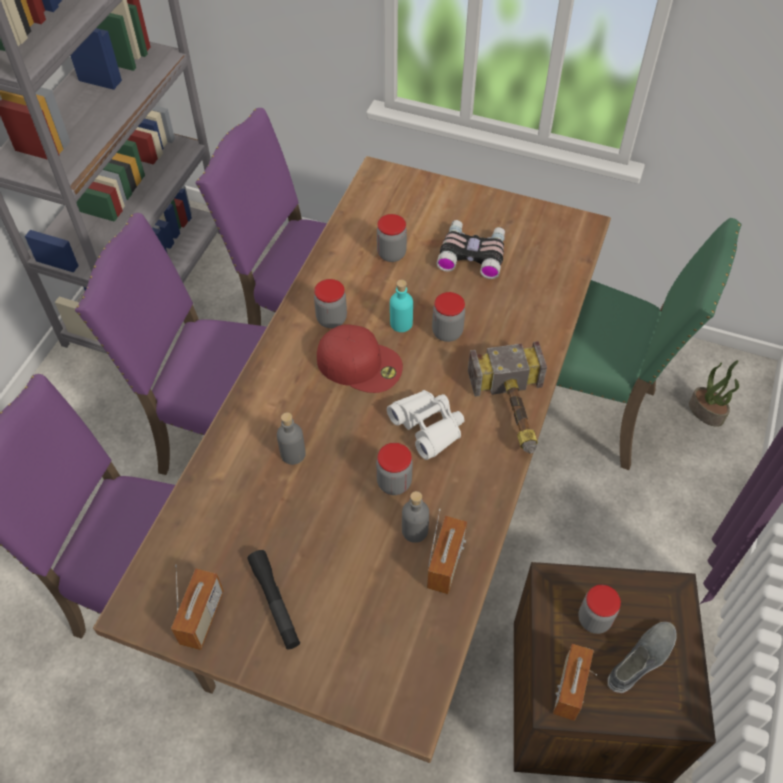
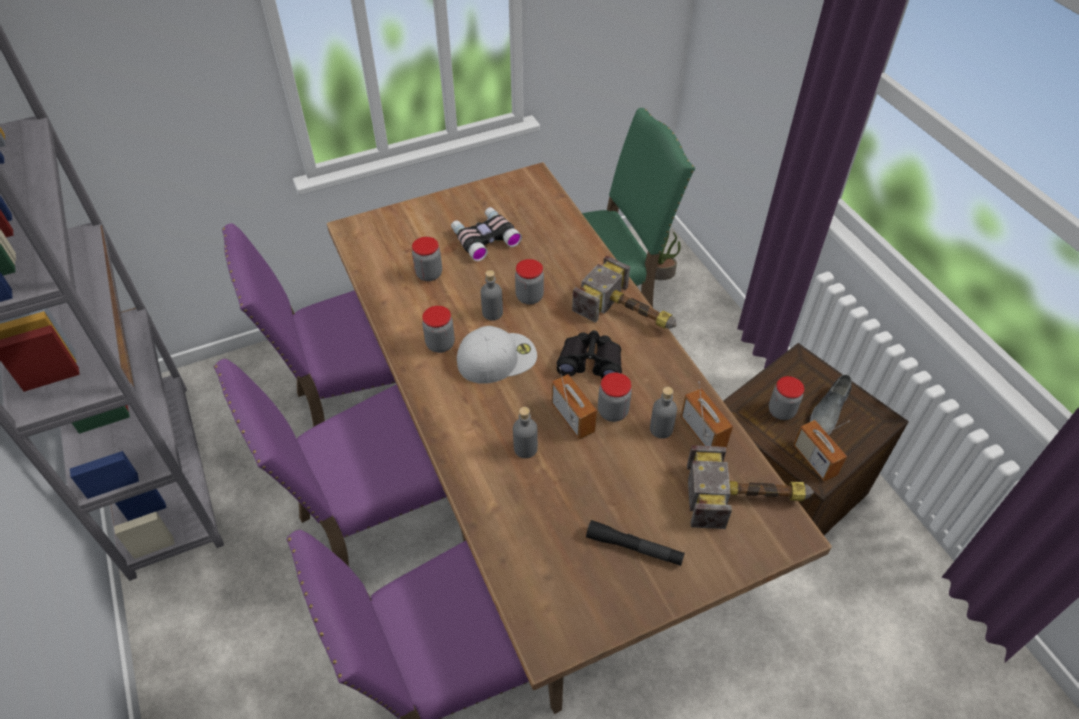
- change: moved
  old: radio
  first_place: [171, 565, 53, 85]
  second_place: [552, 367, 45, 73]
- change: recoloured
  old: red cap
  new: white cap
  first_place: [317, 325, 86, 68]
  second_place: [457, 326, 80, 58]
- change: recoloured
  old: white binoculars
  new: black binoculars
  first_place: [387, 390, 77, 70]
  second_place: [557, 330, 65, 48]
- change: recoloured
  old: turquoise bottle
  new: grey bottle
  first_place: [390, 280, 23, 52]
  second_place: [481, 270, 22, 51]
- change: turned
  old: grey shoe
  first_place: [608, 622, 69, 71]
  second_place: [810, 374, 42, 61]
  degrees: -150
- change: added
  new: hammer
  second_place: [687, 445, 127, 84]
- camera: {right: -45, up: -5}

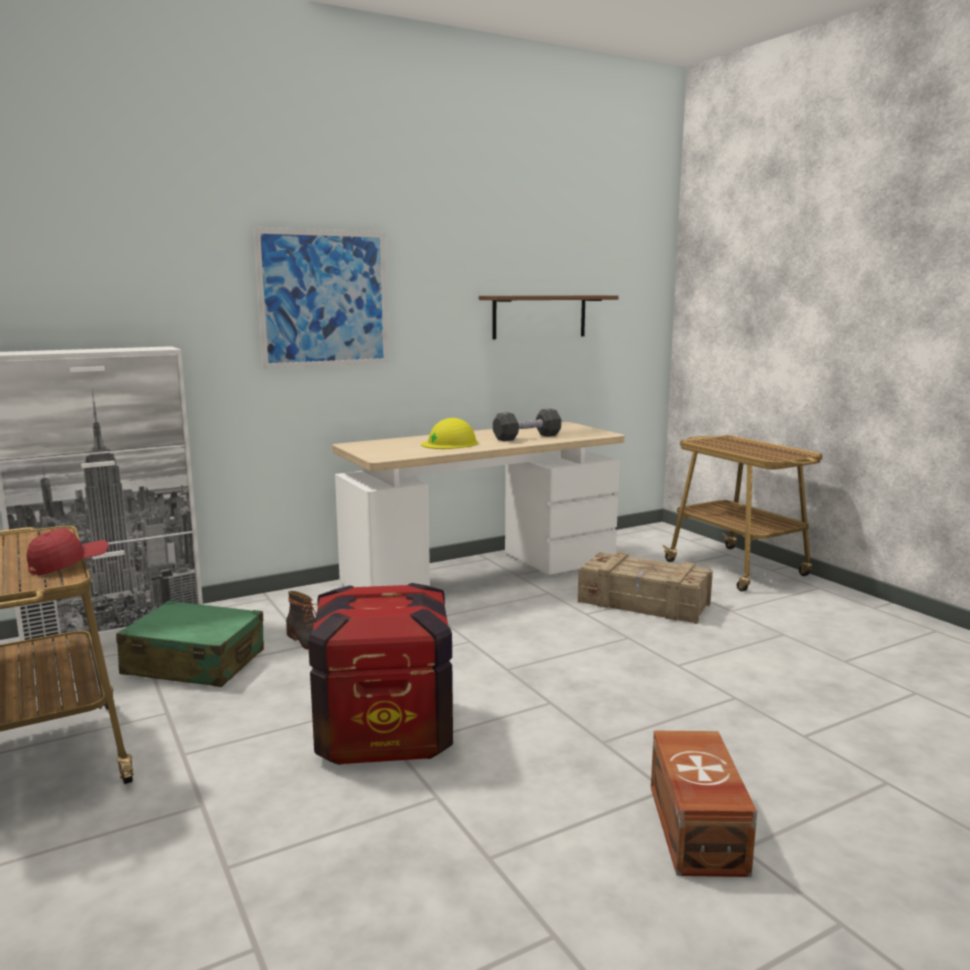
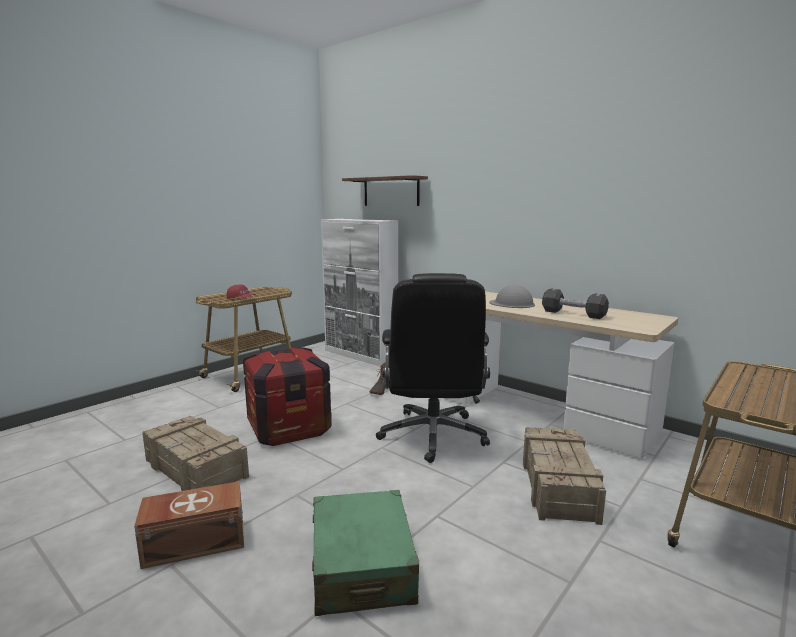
- change: moved
  old: green suitcase
  first_place: [116, 600, 148, 87]
  second_place: [312, 490, 107, 126]
- change: removed
  old: picture
  first_place: [254, 228, 134, 141]
- change: recoloured
  old: yellow hard hat
  new: grey hard hat
  first_place: [421, 418, 57, 31]
  second_place: [489, 285, 46, 23]
- change: moved
  old: brown shelf
  first_place: [479, 295, 139, 44]
  second_place: [342, 175, 86, 31]
- change: added
  new: crate
  second_place: [142, 416, 107, 75]
- change: added
  new: black office chair
  second_place: [376, 273, 114, 190]
- camera: {right: 70, up: 0}

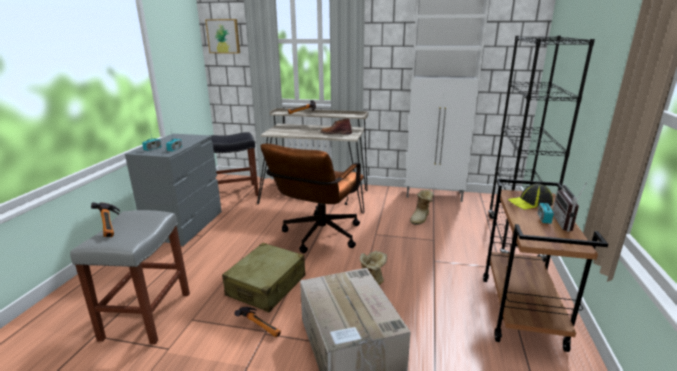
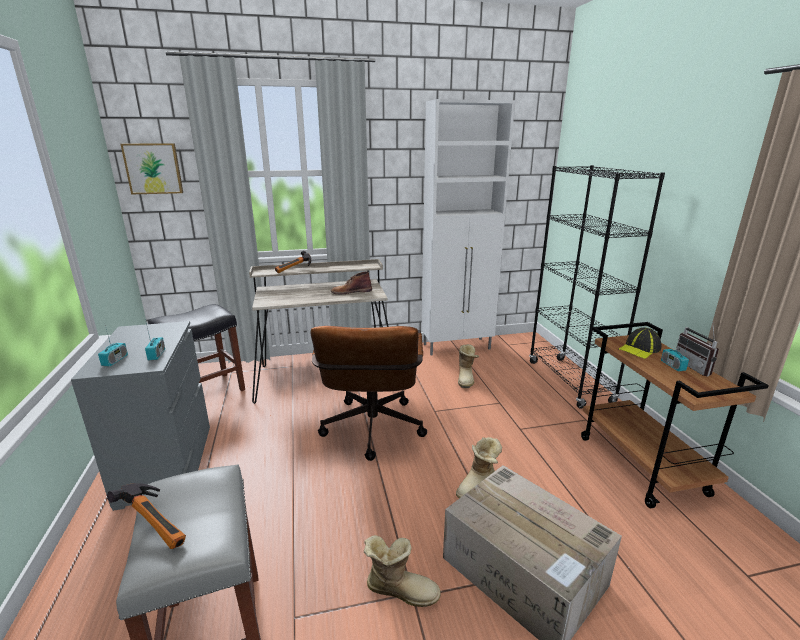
- change: removed
  old: beige suitcase
  first_place: [222, 243, 83, 69]
- change: replaced
  old: hammer
  new: boot
  first_place: [234, 307, 47, 30]
  second_place: [364, 535, 77, 72]
- camera: {right: -25, up: 0}

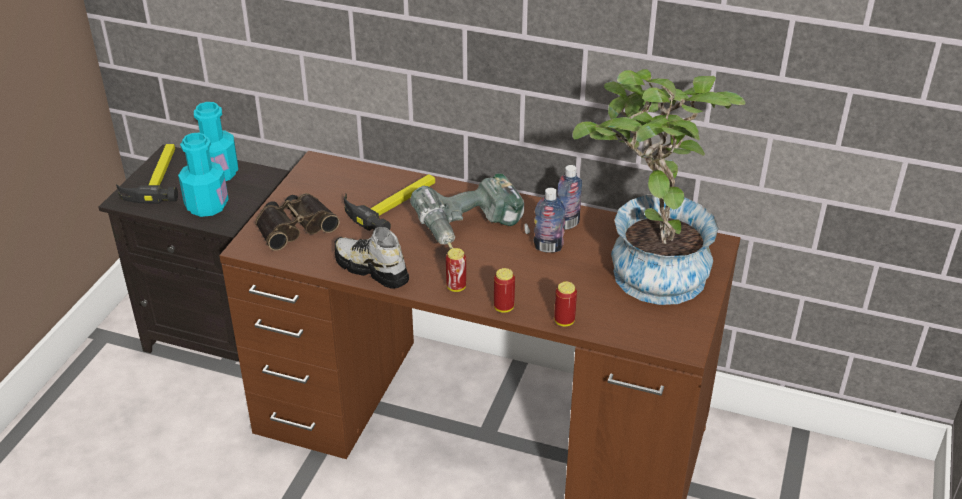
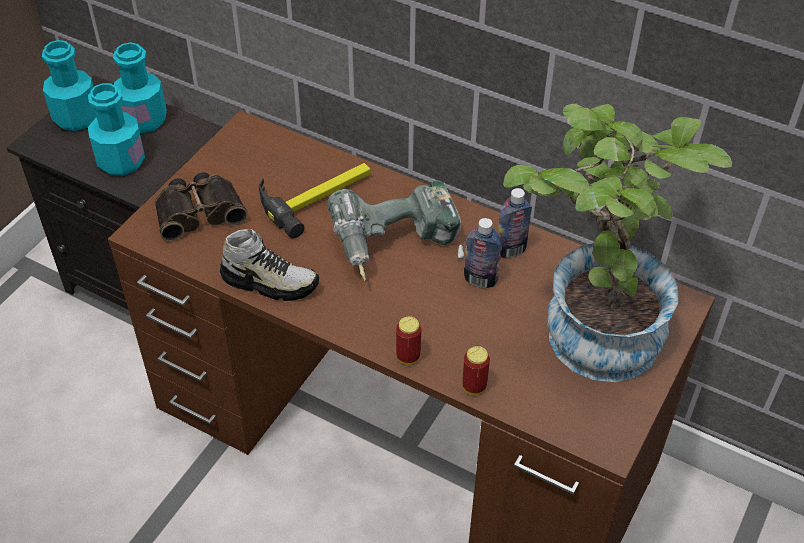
- change: replaced
  old: hammer
  new: turquoise bottle
  first_place: [116, 144, 62, 60]
  second_place: [42, 40, 54, 91]
- change: turned
  old: shoe
  first_place: [334, 227, 75, 62]
  second_place: [220, 229, 99, 72]
  degrees: 150
- change: removed
  old: can
  first_place: [446, 248, 20, 44]
- camera: {right: 10, up: 10}

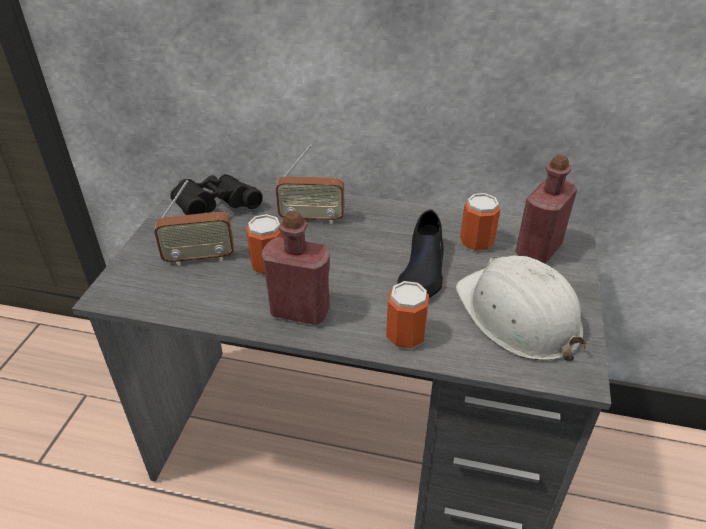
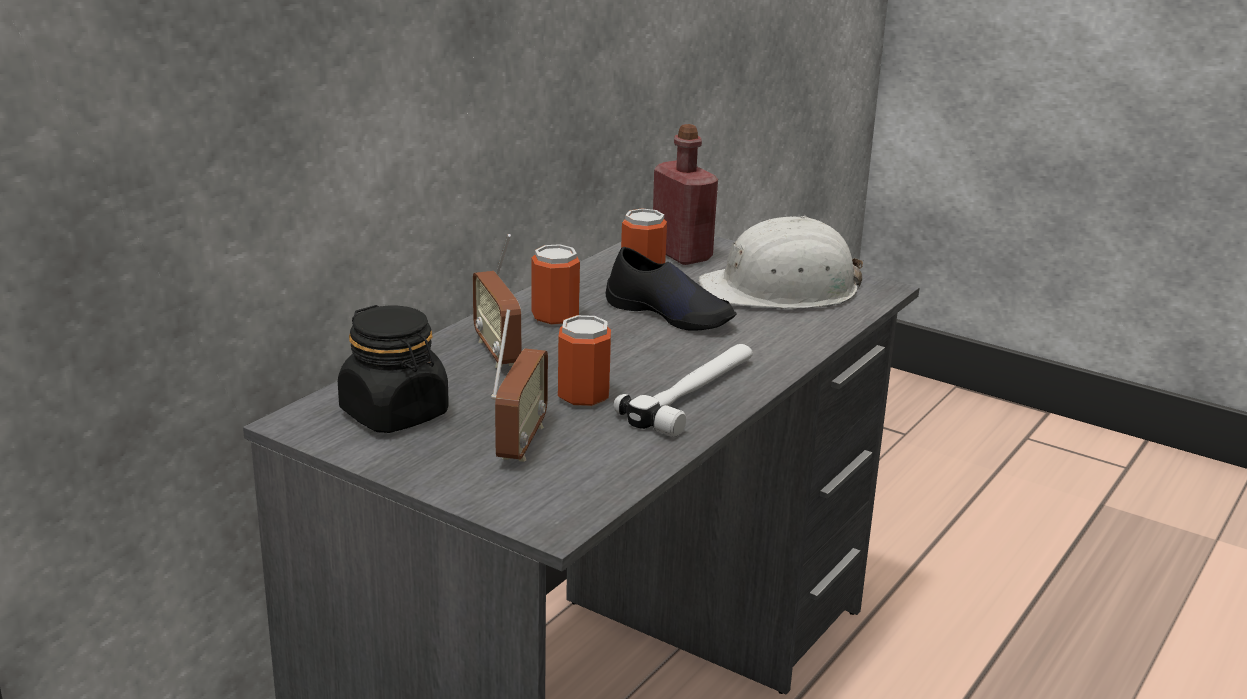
- change: replaced
  old: black binoculars
  new: black jar
  first_place: [170, 174, 93, 41]
  second_place: [338, 305, 111, 128]
- change: replaced
  old: red bottle
  new: hammer
  first_place: [262, 211, 68, 114]
  second_place: [614, 344, 139, 93]
- change: turned
  old: radio
  first_place: [276, 144, 69, 80]
  second_place: [473, 234, 48, 134]
  degrees: 135
- change: moved
  old: can
  first_place: [386, 281, 43, 68]
  second_place: [532, 244, 48, 83]
- camera: {right: -70, up: -15}

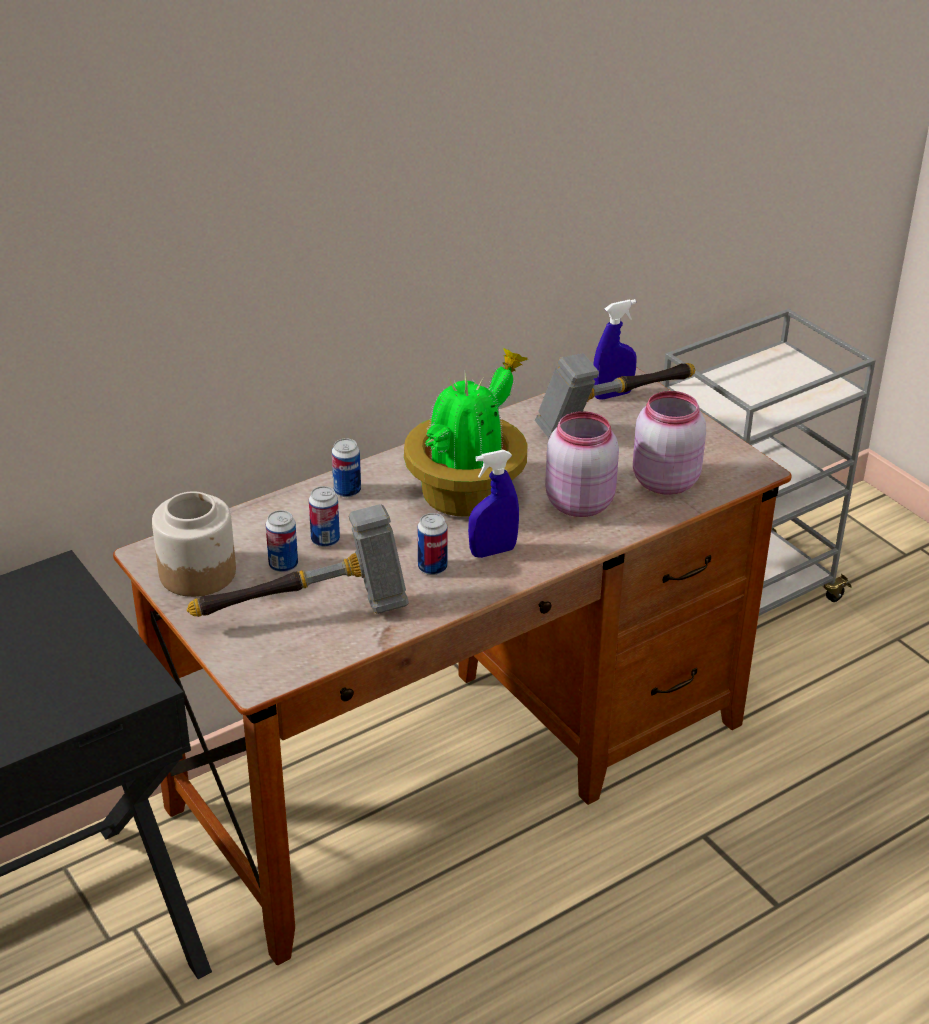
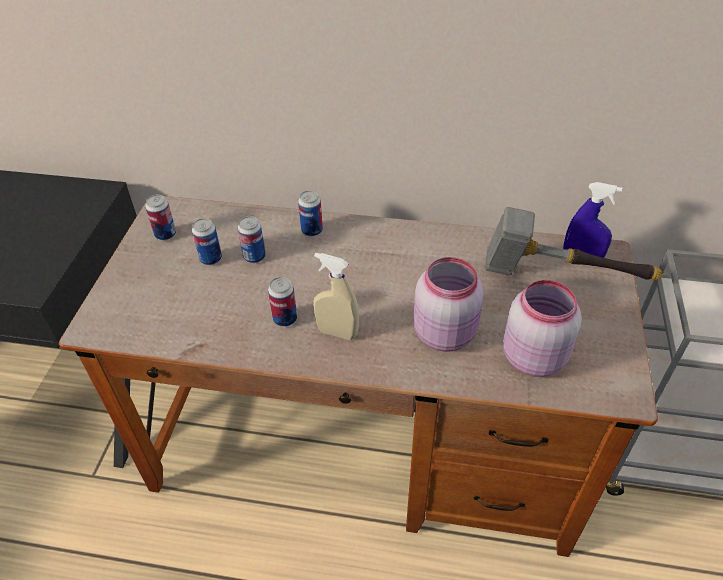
- change: replaced
  old: jar
  new: can
  first_place: [152, 492, 84, 105]
  second_place: [145, 195, 31, 45]
- change: removed
  old: hammer
  first_place: [187, 504, 222, 113]
- change: removed
  old: potted plant
  first_place: [404, 348, 123, 169]
- change: recoloured
  old: blue spray bottle
  new: beige spray bottle
  first_place: [468, 450, 51, 108]
  second_place: [313, 252, 46, 88]
- camera: {right: 45, up: 10}

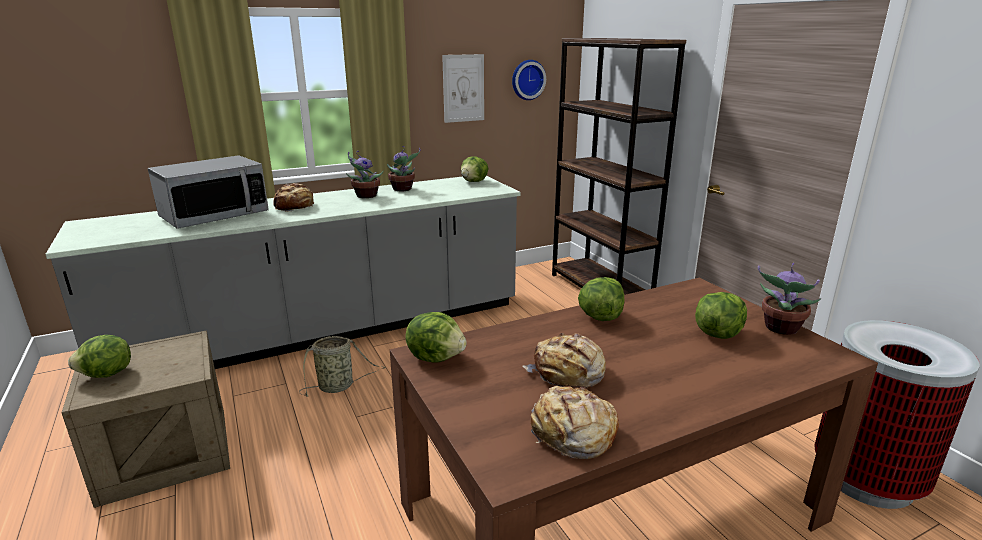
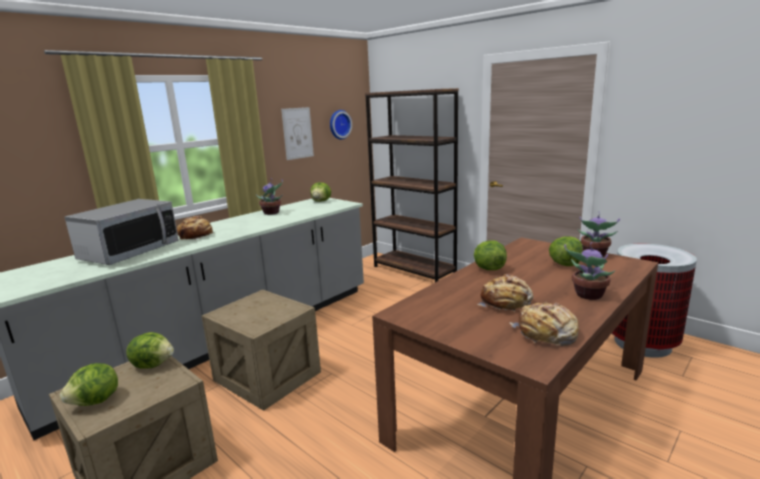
- change: replaced
  old: basket
  new: crate
  first_place: [299, 336, 87, 61]
  second_place: [202, 290, 119, 121]
- change: moved
  old: potted plant
  first_place: [346, 151, 38, 47]
  second_place: [564, 242, 51, 58]
- change: moved
  old: lettuce
  first_place: [405, 312, 62, 51]
  second_place: [126, 332, 48, 37]
- camera: {right: -20, up: -5}

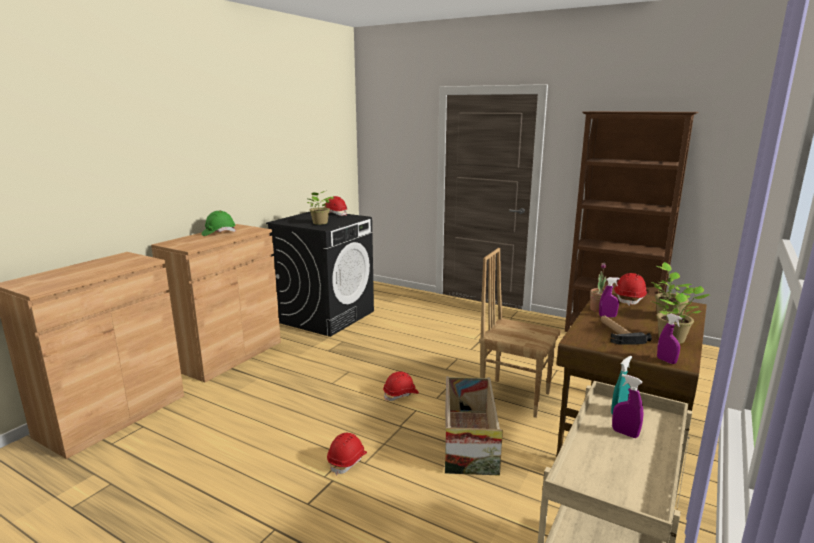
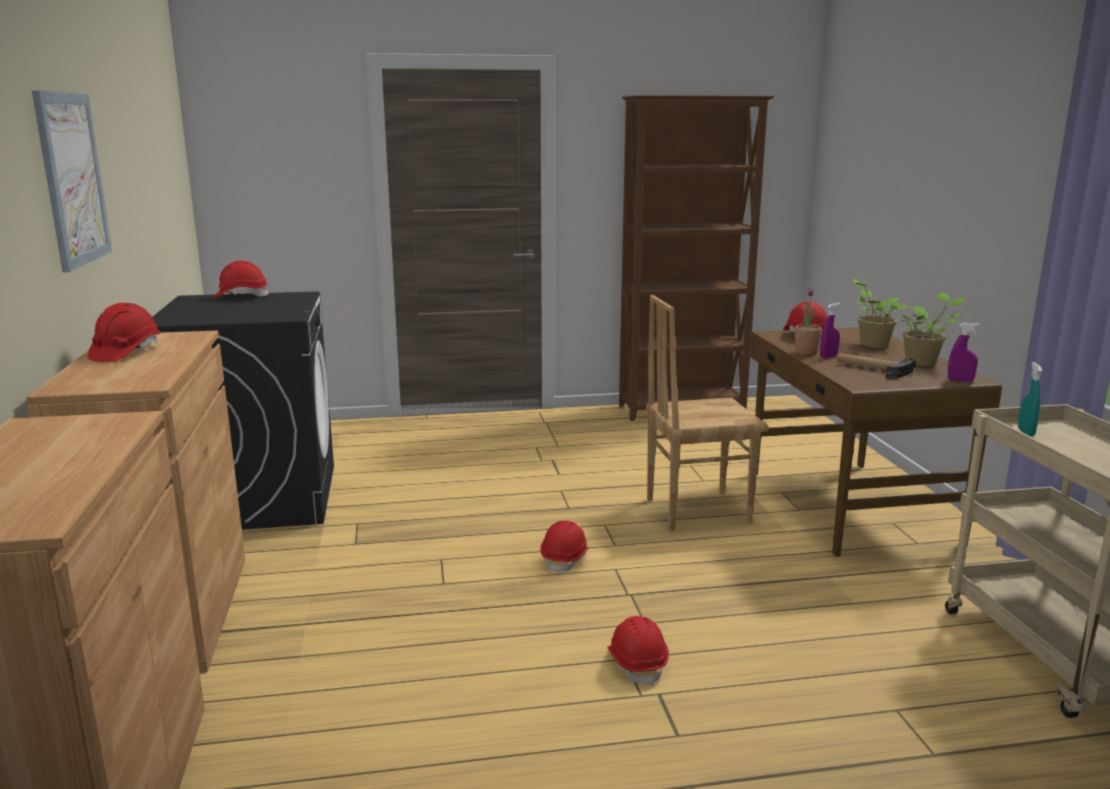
- change: recoloured
  old: green hard hat
  new: red hard hat
  first_place: [201, 211, 35, 25]
  second_place: [87, 303, 73, 59]
- change: removed
  old: potted plant
  first_place: [307, 191, 27, 34]
- change: removed
  old: crate
  first_place: [445, 376, 58, 100]
- change: removed
  old: purple spray bottle
  first_place: [612, 374, 31, 64]
- change: added
  new: picture
  second_place: [32, 91, 80, 181]
- camera: {right: -40, up: 0}

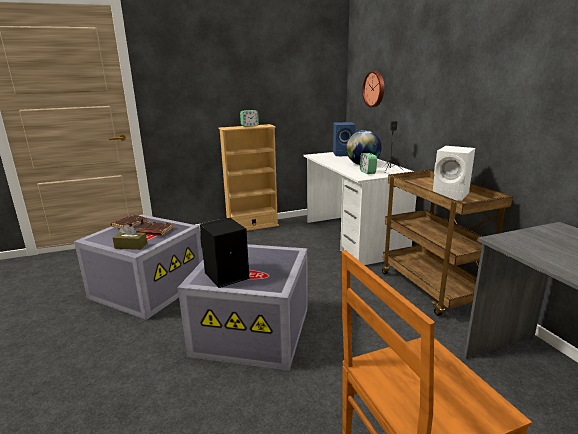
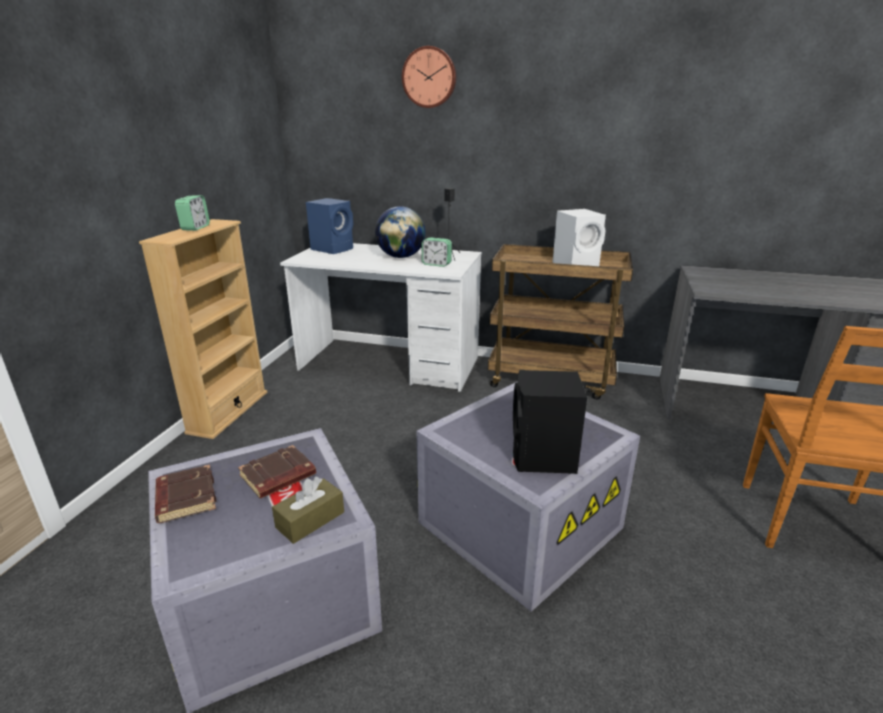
- change: moved
  old: wall clock
  first_place: [362, 71, 22, 36]
  second_place: [402, 46, 54, 62]
- camera: {right: -55, up: 5}

